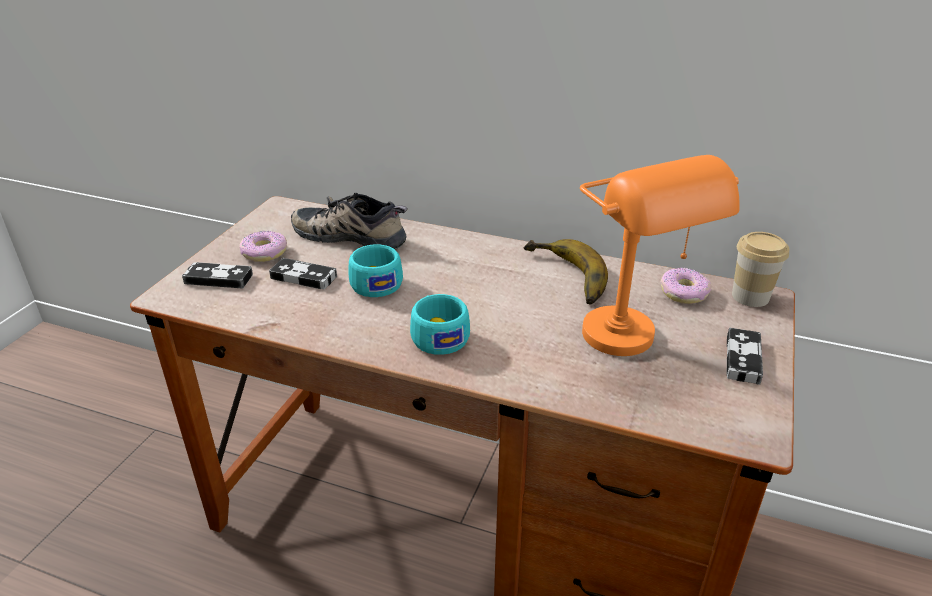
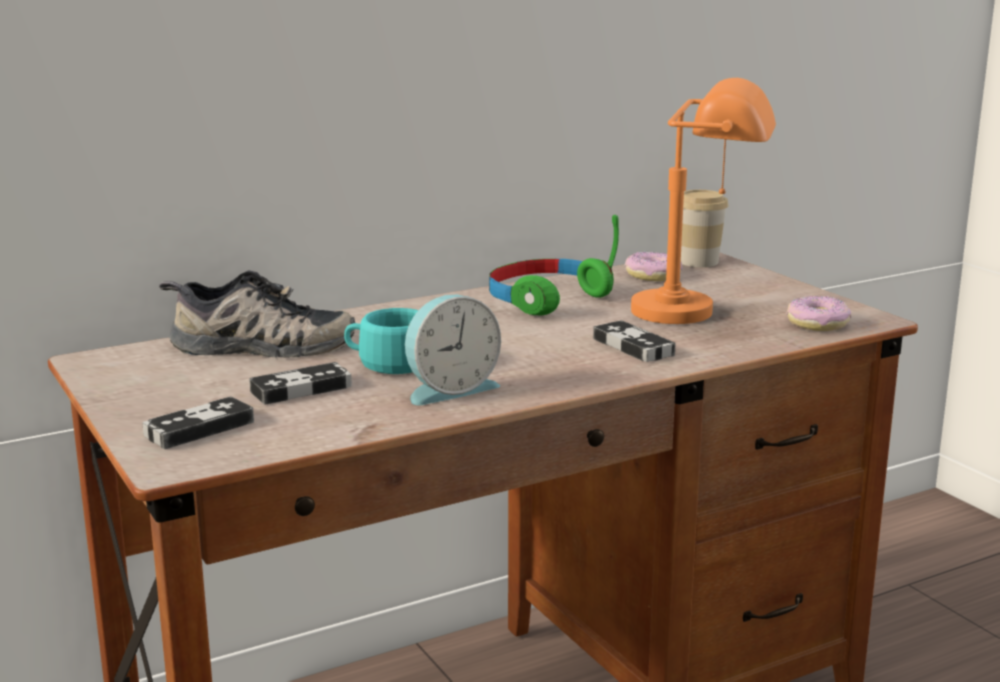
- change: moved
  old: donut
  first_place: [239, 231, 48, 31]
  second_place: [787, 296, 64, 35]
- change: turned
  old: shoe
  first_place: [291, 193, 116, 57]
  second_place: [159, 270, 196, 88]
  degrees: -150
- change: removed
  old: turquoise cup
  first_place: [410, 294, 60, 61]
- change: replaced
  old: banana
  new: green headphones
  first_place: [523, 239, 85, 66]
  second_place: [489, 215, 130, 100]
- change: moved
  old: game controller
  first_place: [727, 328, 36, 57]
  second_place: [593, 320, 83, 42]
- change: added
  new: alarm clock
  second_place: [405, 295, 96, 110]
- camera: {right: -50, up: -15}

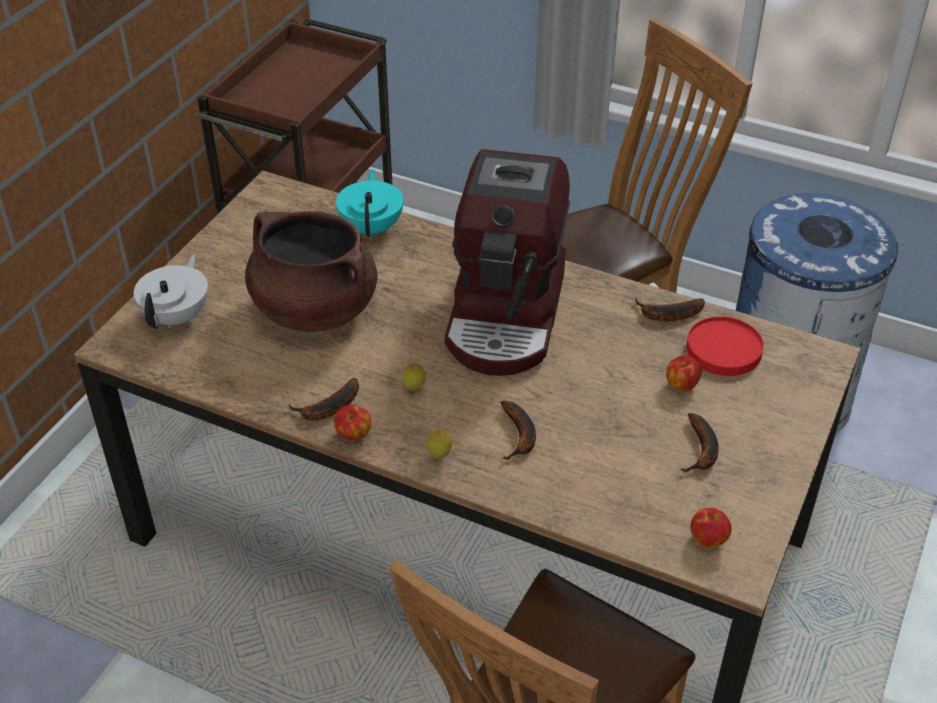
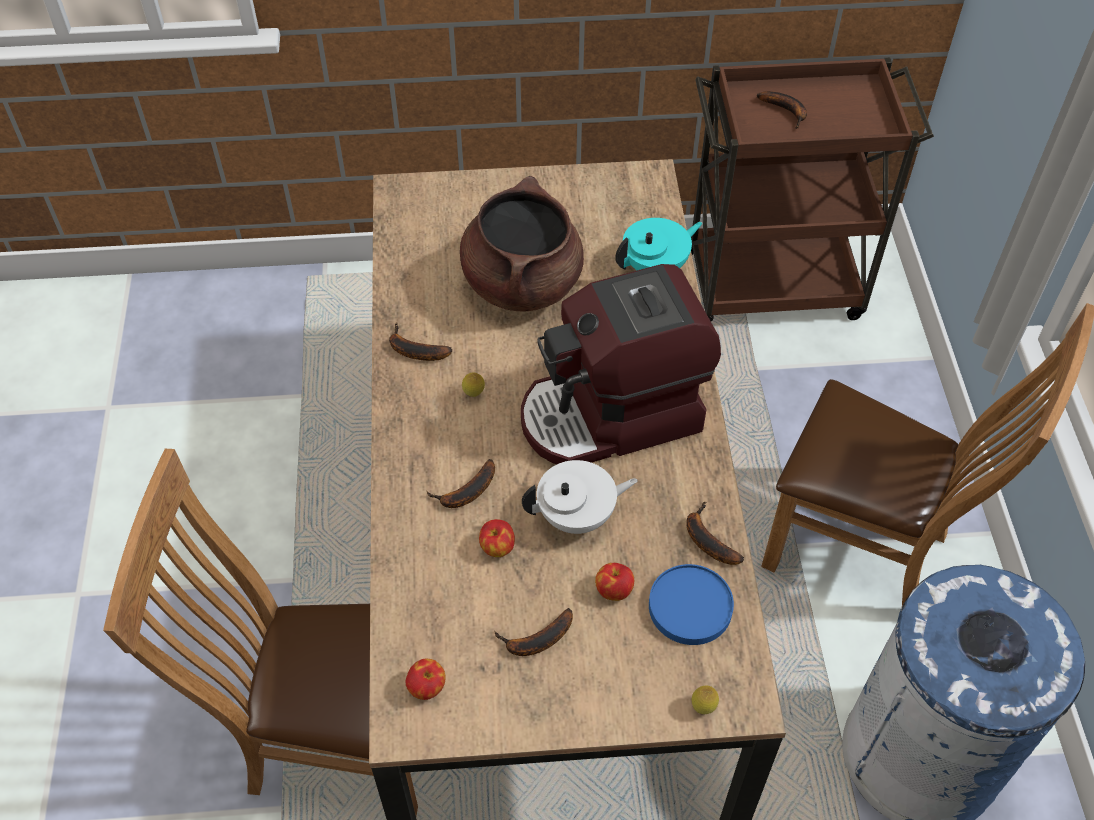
- change: moved
  old: white teapot
  first_place: [134, 254, 74, 75]
  second_place: [522, 460, 116, 74]
- change: moved
  old: apple
  first_place: [334, 405, 38, 36]
  second_place: [479, 519, 36, 38]
- change: moved
  old: lemon
  first_place: [427, 429, 25, 30]
  second_place: [691, 685, 28, 29]
- change: recoloured
  old: red plate
  new: blue plate
  first_place: [686, 316, 78, 60]
  second_place: [649, 564, 85, 81]
- change: added
  new: banana
  second_place: [757, 91, 50, 38]
- camera: {right: 60, up: 10}

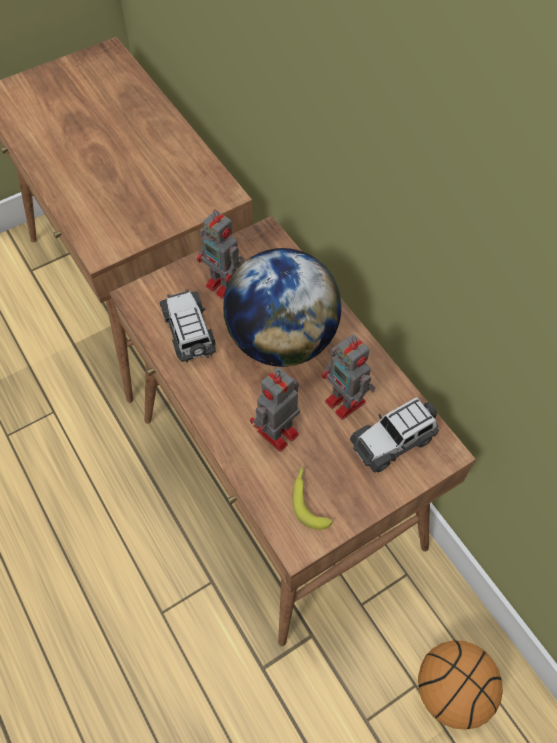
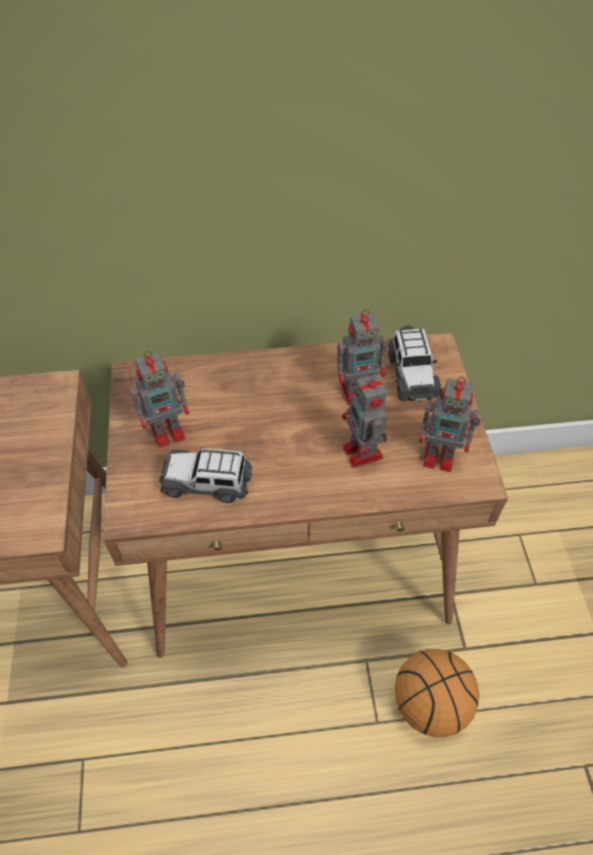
- change: removed
  old: globe
  first_place: [223, 248, 118, 119]
- change: replaced
  old: banana
  new: toy robot
  first_place: [292, 467, 41, 63]
  second_place: [419, 377, 62, 95]
- change: moved
  old: basketball
  first_place: [418, 640, 85, 90]
  second_place: [395, 649, 84, 88]
- camera: {right: -65, up: -5}

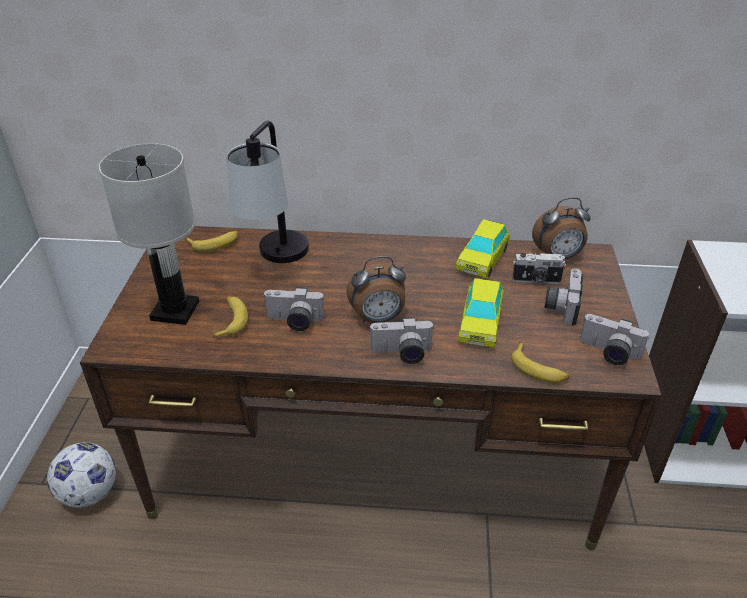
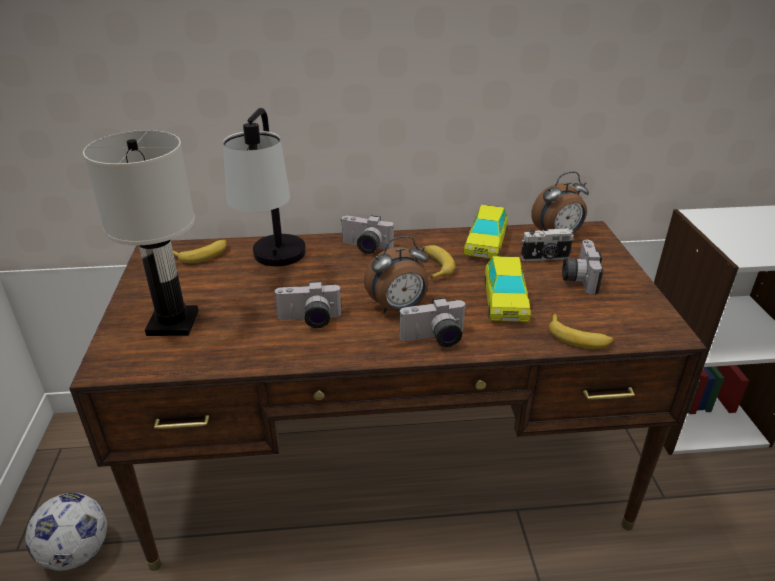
- change: moved
  old: banana
  first_place: [213, 297, 35, 41]
  second_place: [424, 245, 31, 34]
- change: moved
  old: photo camera
  first_place: [579, 314, 70, 51]
  second_place: [340, 215, 54, 39]
- camera: {right: -10, up: -5}

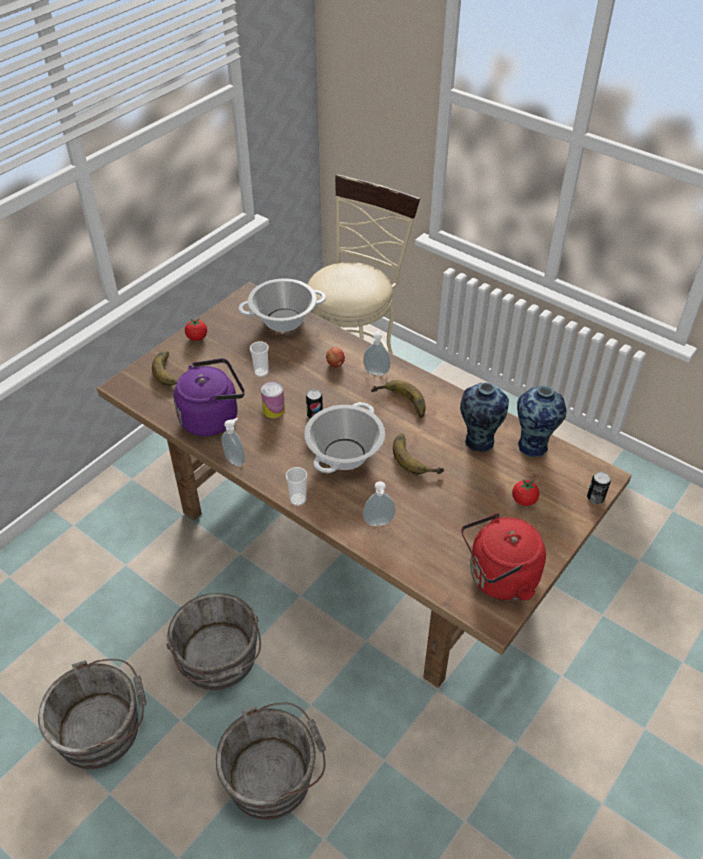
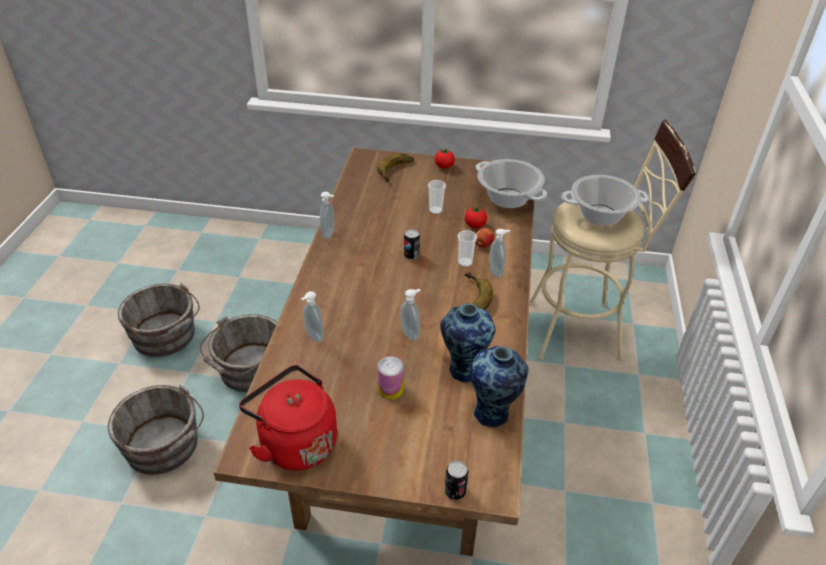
- change: removed
  old: purple kettle
  first_place: [173, 358, 72, 78]
- change: moved
  old: can
  first_place: [261, 382, 24, 36]
  second_place: [378, 356, 26, 43]
- change: moved
  old: cup
  first_place: [285, 467, 23, 39]
  second_place: [458, 230, 19, 37]
- change: moved
  old: cooking pot
  first_place: [304, 402, 81, 71]
  second_place: [562, 175, 87, 51]
- change: replaced
  old: banana
  new: soap dispenser
  first_place: [393, 434, 51, 41]
  second_place: [400, 289, 20, 52]
- change: moved
  old: tomato
  first_place: [512, 480, 28, 26]
  second_place: [465, 206, 22, 22]
- camera: {right: 60, up: -5}

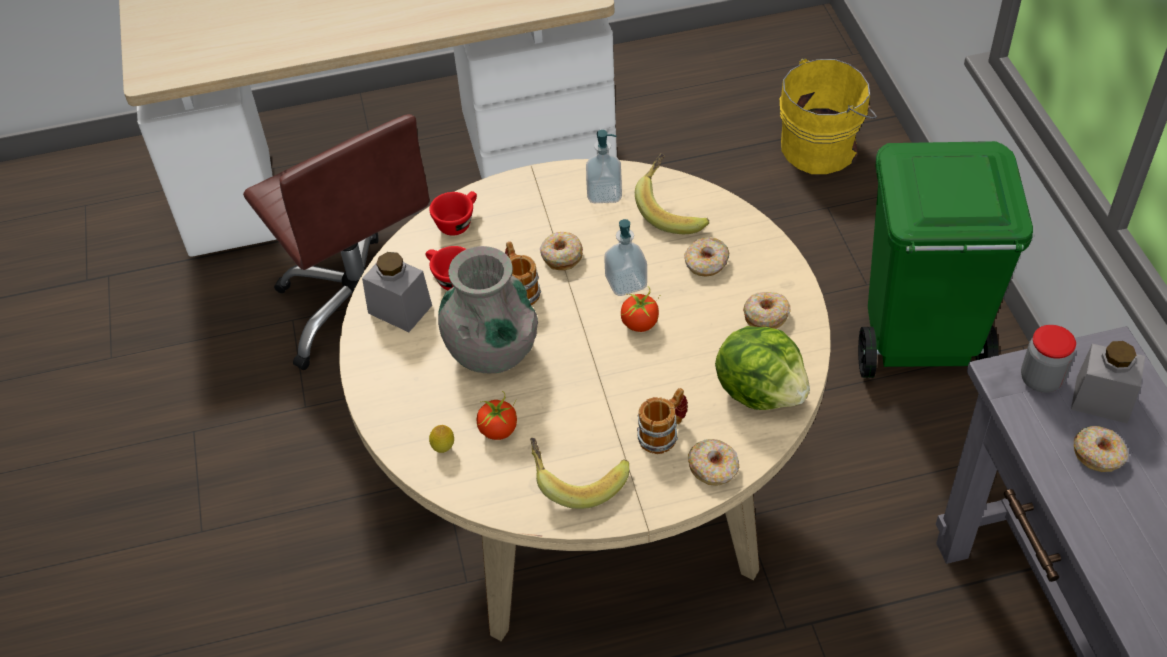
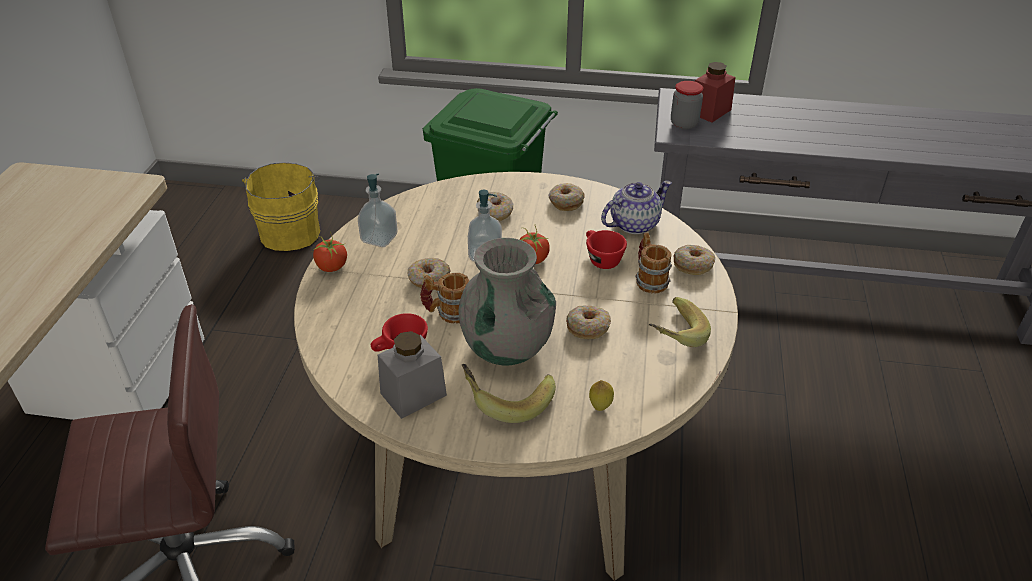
- change: moved
  old: red cup
  first_place: [429, 191, 48, 45]
  second_place: [586, 230, 41, 39]
- change: moved
  old: tomato
  first_place: [477, 391, 40, 49]
  second_place: [312, 231, 35, 41]
- change: moved
  old: banana
  first_place: [635, 153, 74, 81]
  second_place: [462, 364, 94, 59]
- change: replaced
  old: lettuce
  new: teapot
  first_place: [715, 326, 95, 84]
  second_place: [601, 180, 71, 54]
- change: recoloured
  old: grey jar
  new: red jar
  first_place: [1071, 341, 74, 83]
  second_place: [695, 62, 40, 60]
- change: moved
  old: donut
  first_place: [1073, 426, 55, 46]
  second_place: [566, 305, 45, 34]
- camera: {right: -70, up: -10}

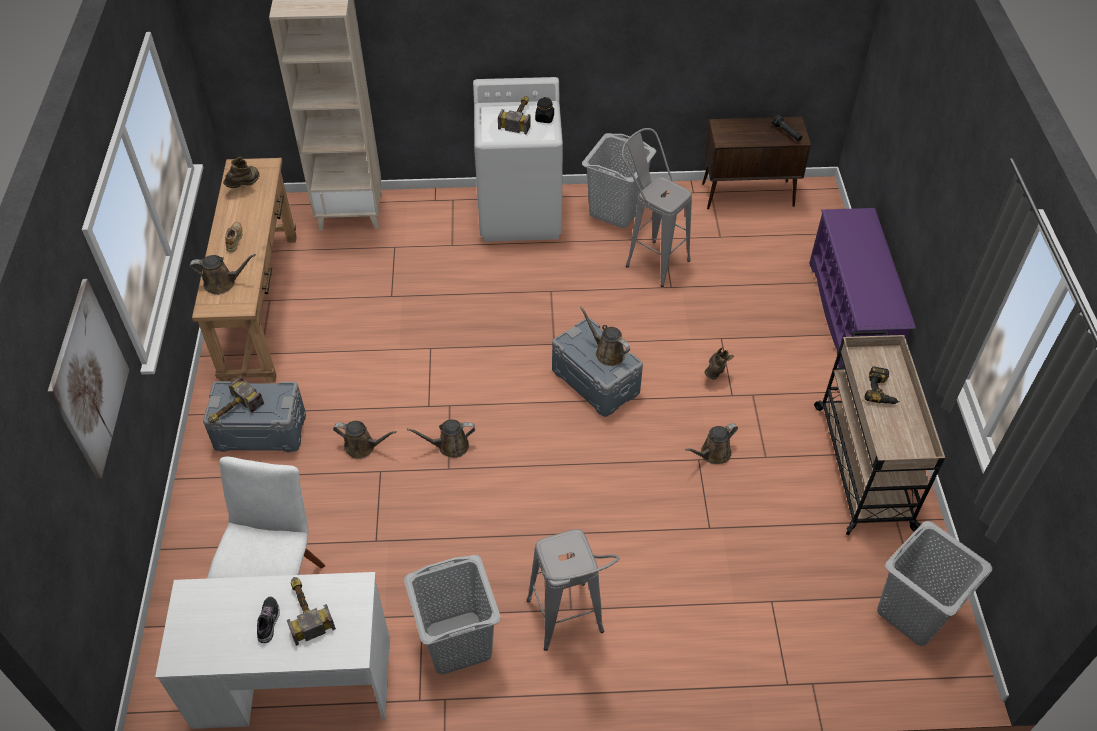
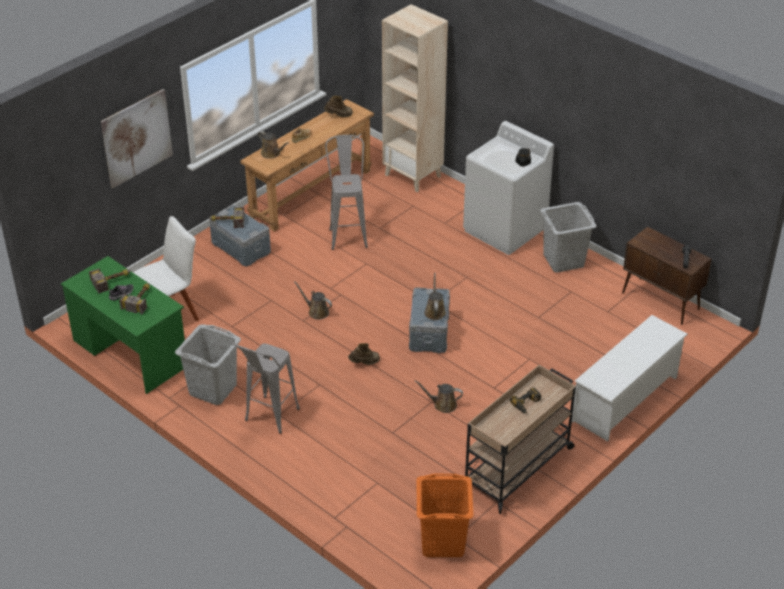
- change: recoloured
  old: white desk
  new: green desk
  first_place: [155, 572, 235, 157]
  second_place: [61, 256, 124, 138]
- change: removed
  old: brown watering can
  first_place: [333, 421, 64, 38]
- change: moved
  old: hammer
  first_place: [498, 96, 33, 38]
  second_place: [89, 269, 41, 25]
- change: moved
  old: grey stool
  first_place: [622, 128, 70, 159]
  second_place: [325, 135, 43, 115]
- change: moved
  old: brown boot
  first_place: [705, 347, 29, 33]
  second_place: [348, 343, 32, 22]
- change: recoloured
  old: purple shoe rack
  new: white shoe rack
  first_place: [809, 208, 107, 160]
  second_place: [572, 315, 116, 127]
- change: recoloured
  old: grey laundry basket
  new: orange laundry basket
  first_place: [877, 521, 115, 125]
  second_place: [417, 474, 57, 83]
- camera: {right: 45, up: -10}

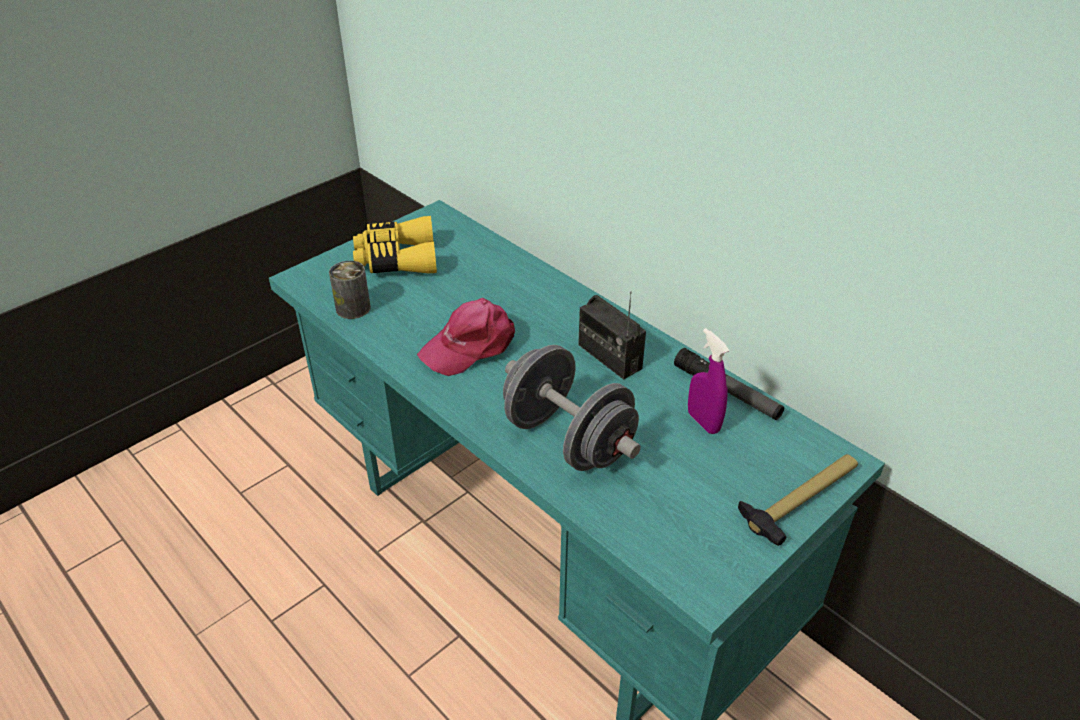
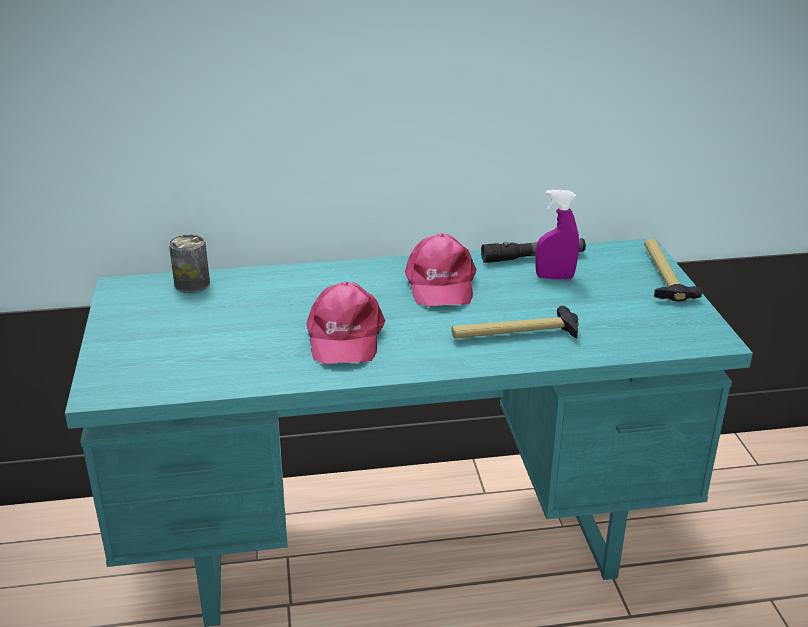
- change: moved
  old: can
  first_place: [329, 261, 42, 58]
  second_place: [169, 234, 41, 59]
- change: removed
  old: yellow binoculars
  first_place: [353, 216, 84, 58]
- change: replaced
  old: grey dumbbell
  new: hammer
  first_place: [503, 345, 138, 126]
  second_place: [452, 306, 127, 32]
- change: replaced
  old: radio
  new: pink cap
  first_place: [578, 291, 68, 89]
  second_place: [405, 233, 71, 74]
- camera: {right: -55, up: -10}

